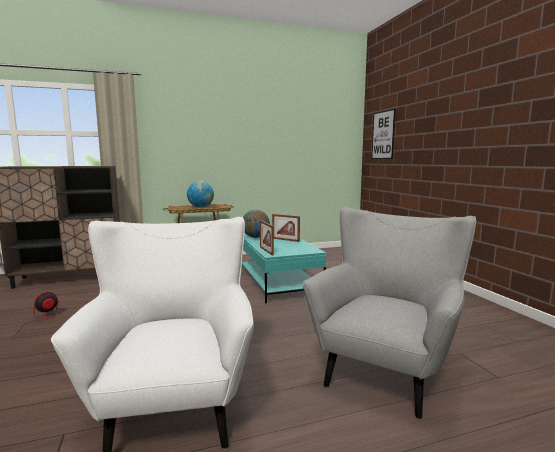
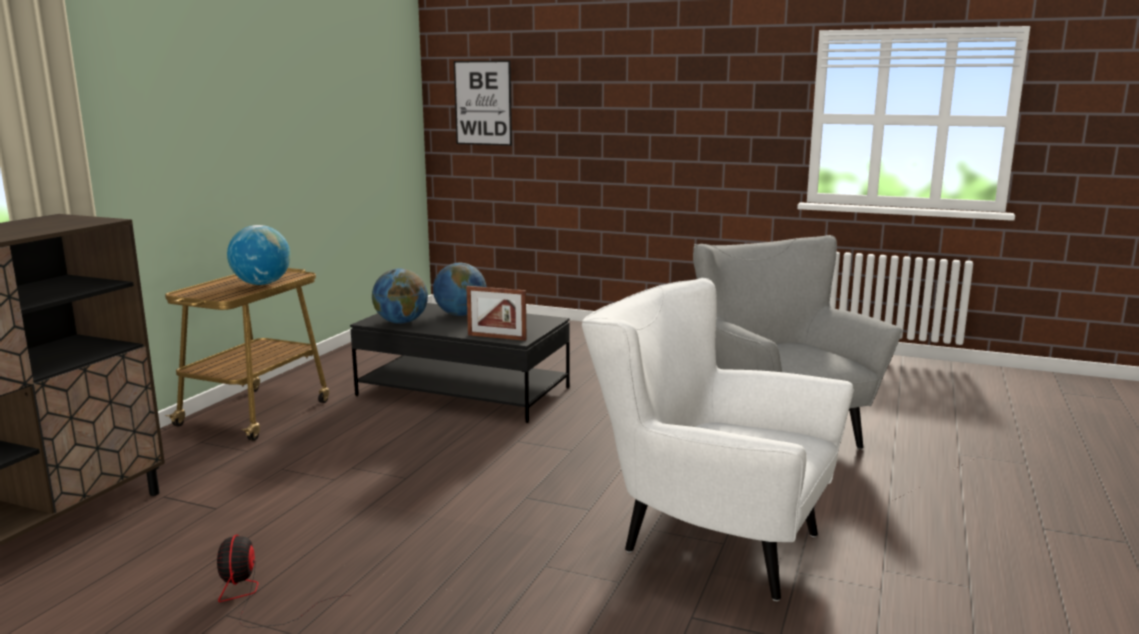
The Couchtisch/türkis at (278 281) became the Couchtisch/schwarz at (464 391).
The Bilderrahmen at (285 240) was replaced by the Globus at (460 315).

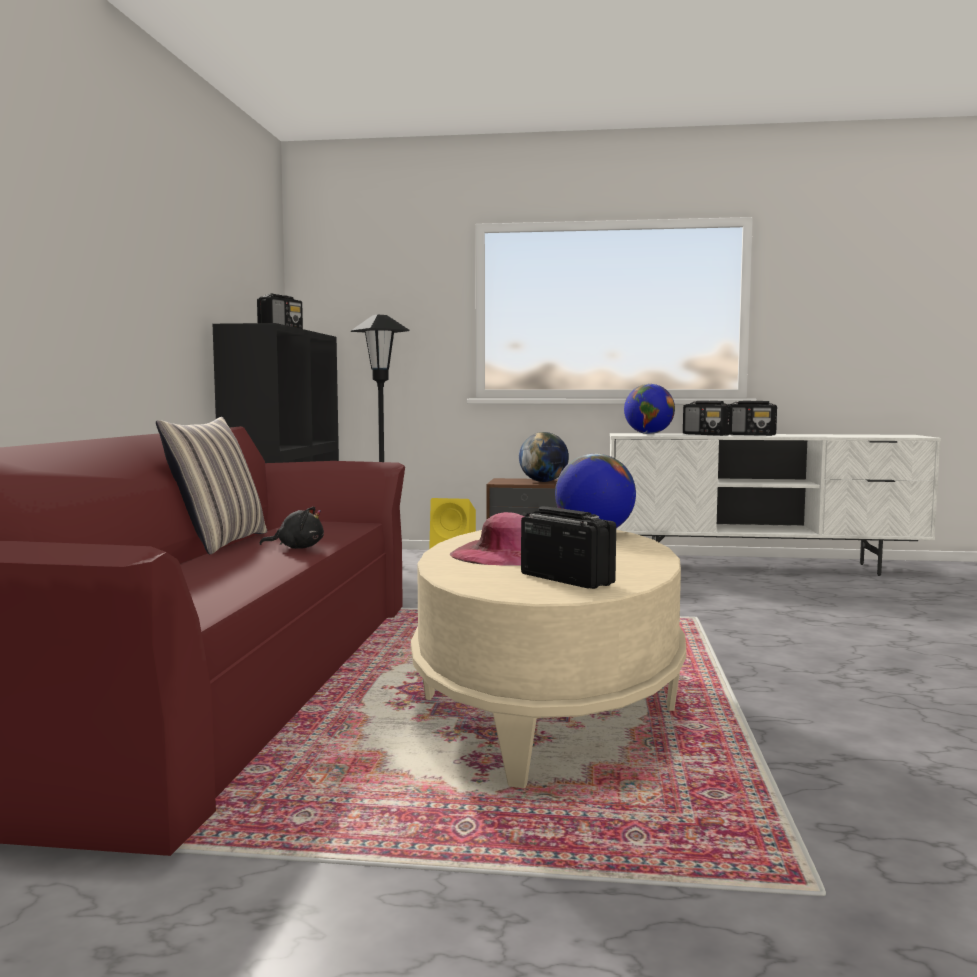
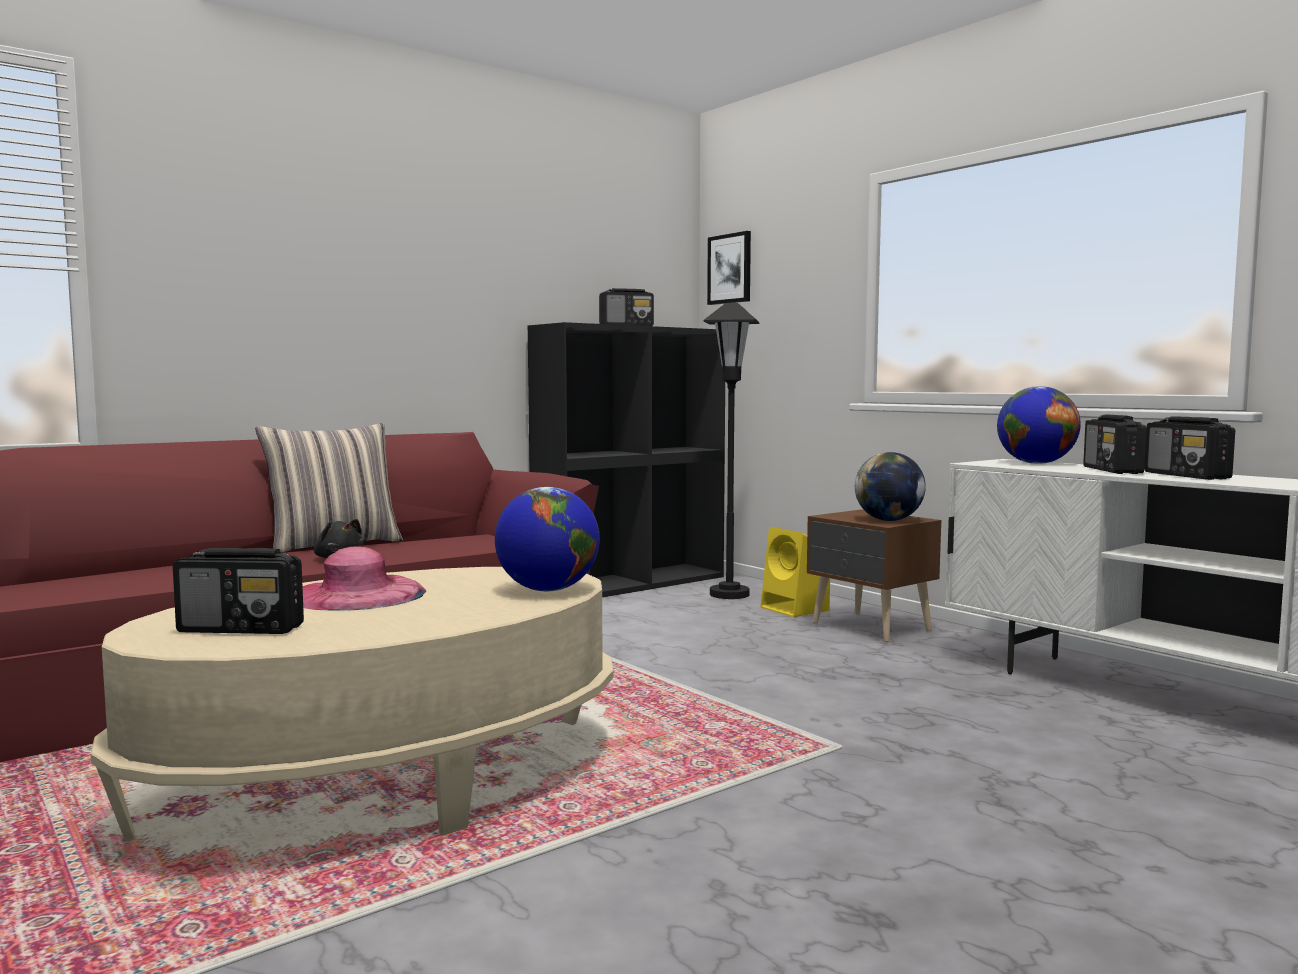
The Radio at (566 579) turned 90 degrees clockwise.
The Bild at (730 269) appeared.

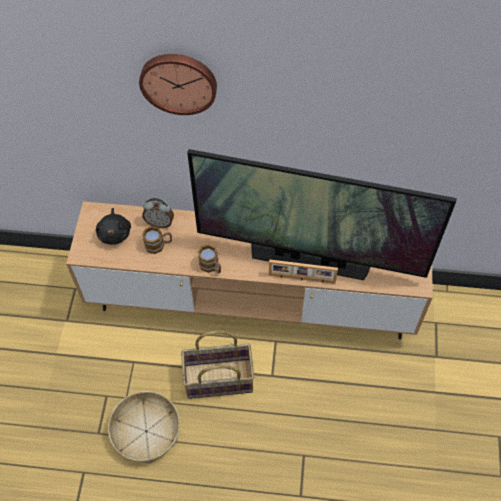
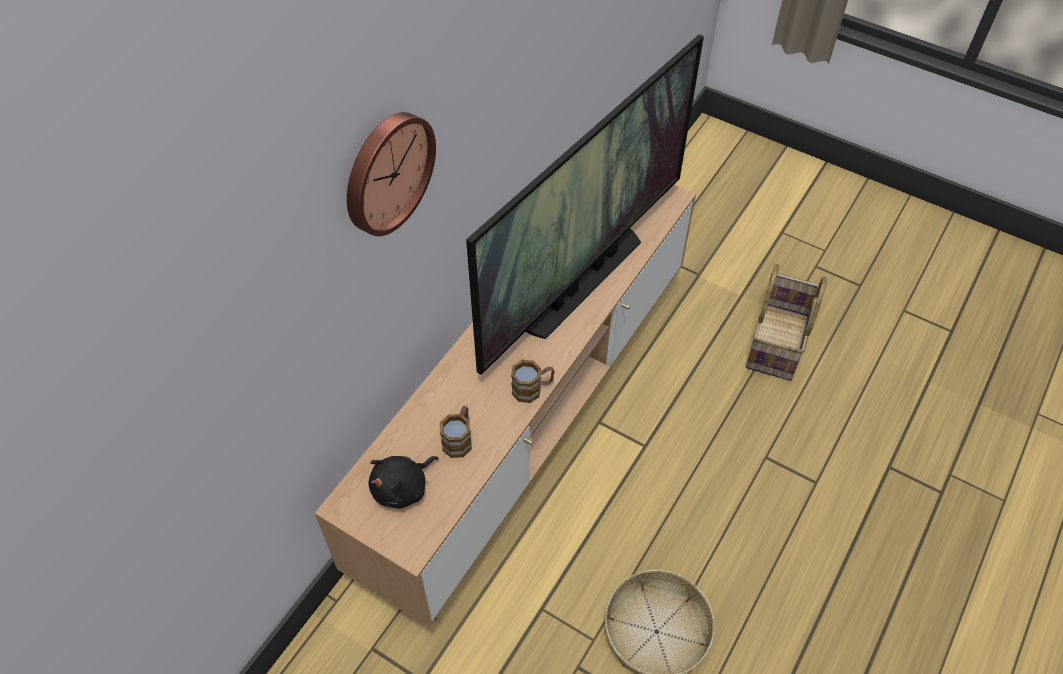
The Plüschtier/schwarz at (115 233) turned 120 degrees clockwise.
The Wecker at (160 223) disappeared.
The Korb moved from (218 380) to (778 343).
The Bilderrahmen at (301 279) disappeared.

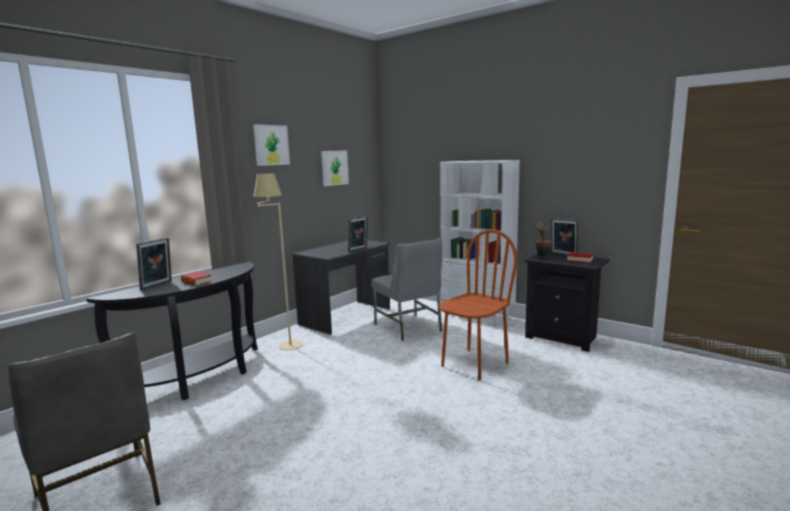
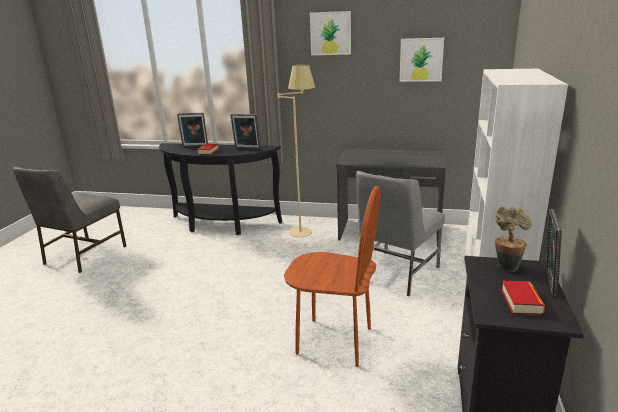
The Bilderrahmen moved from (358 249) to (247 148).

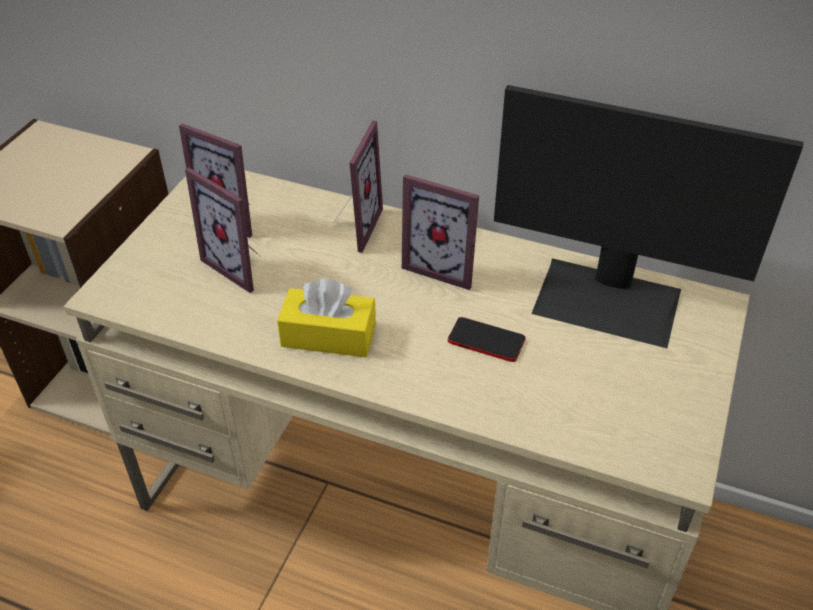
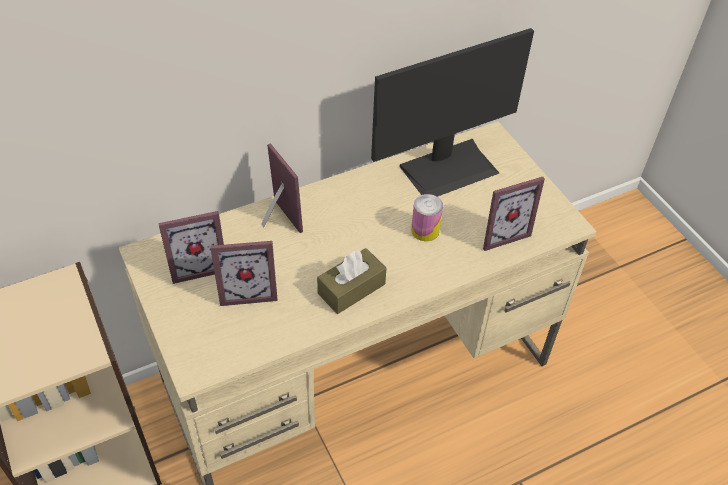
The Taschentuchbox/gelb at (328 335) became the Taschentuchbox/braun at (351 289).
The Bilderrahmen moved from (443 266) to (500 232).
The Handy at (486 340) was replaced by the Dose at (425 230).

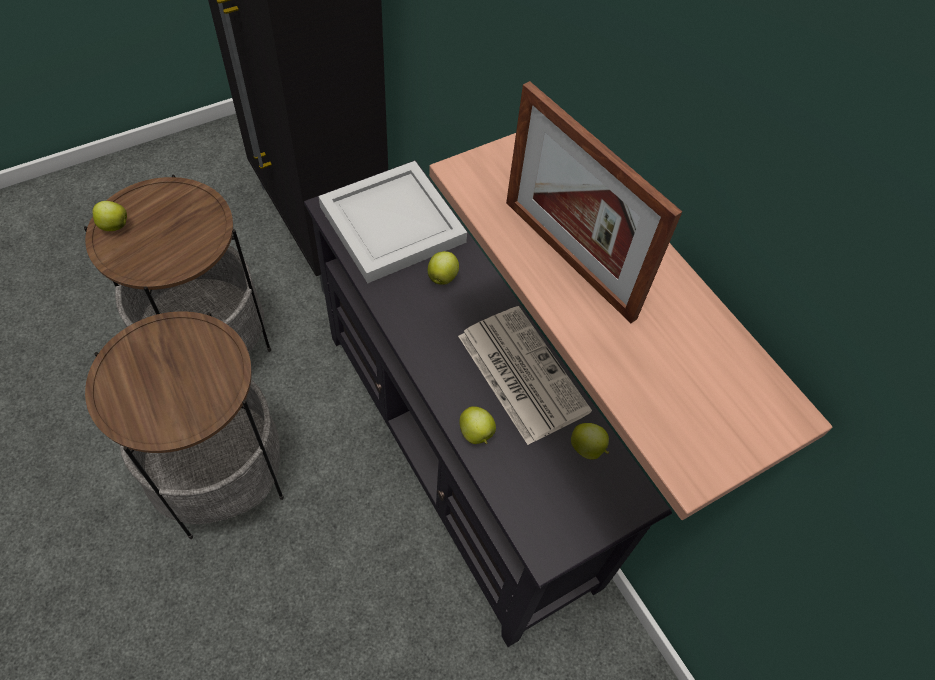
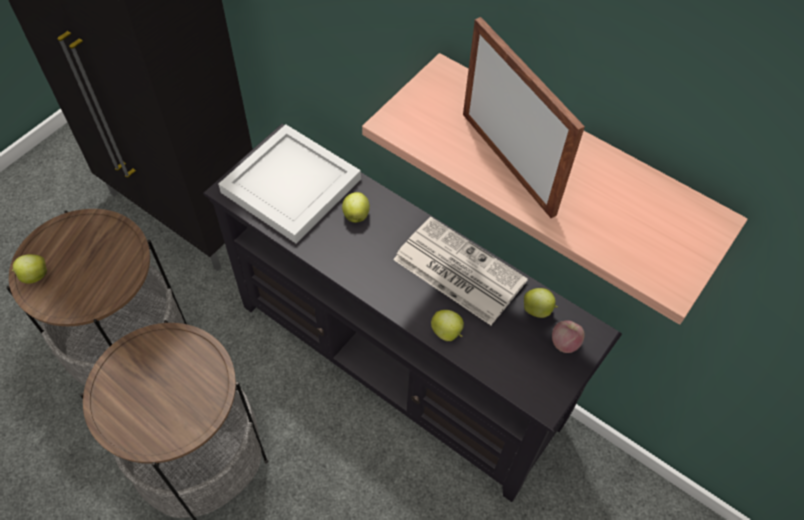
The Bilderrahmen at (568 258) turned 150 degrees counterclockwise.
The Apfel at (564 343) appeared.

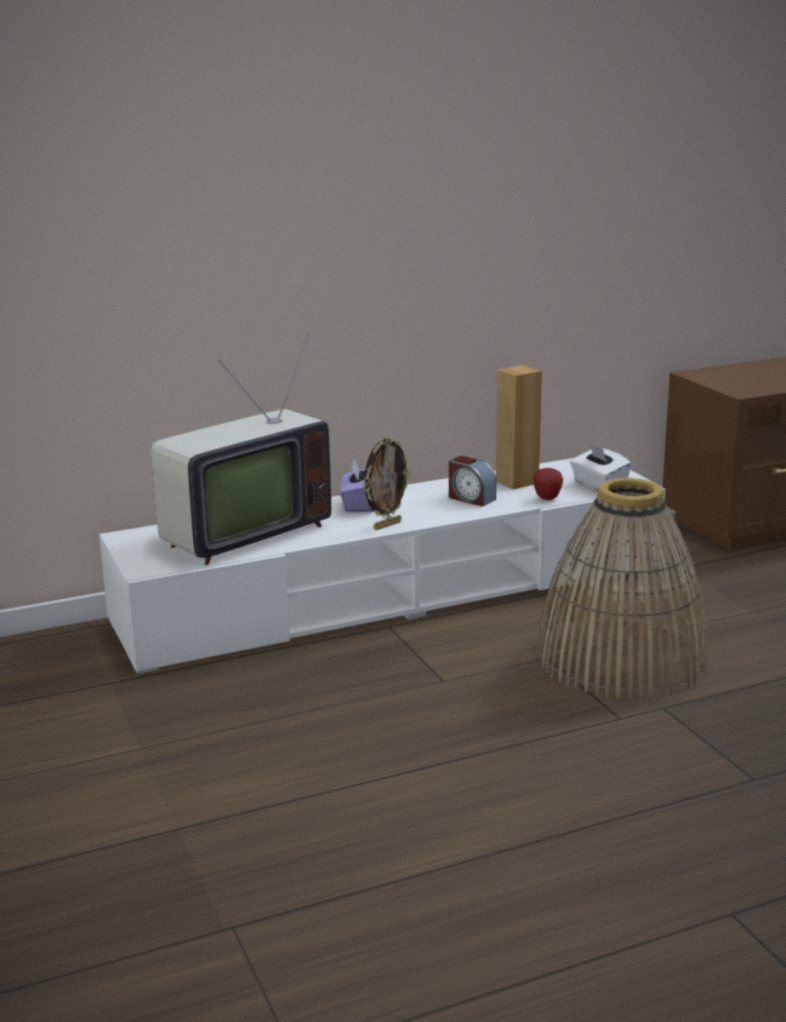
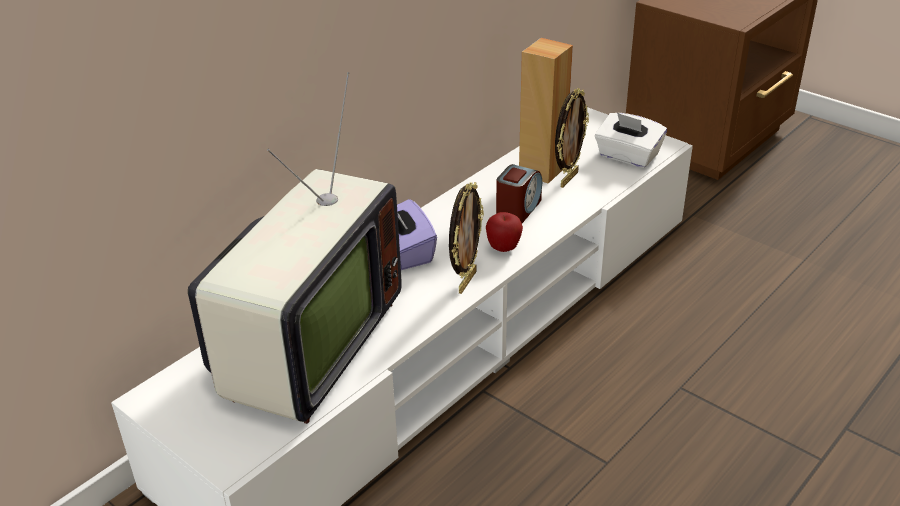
The Wecker at (471 498) turned 75 degrees counterclockwise.
The Apfel moved from (547 498) to (503 248).
The Korb at (621 657) disappeared.
The Bilderrahmen at (568 179) appeared.

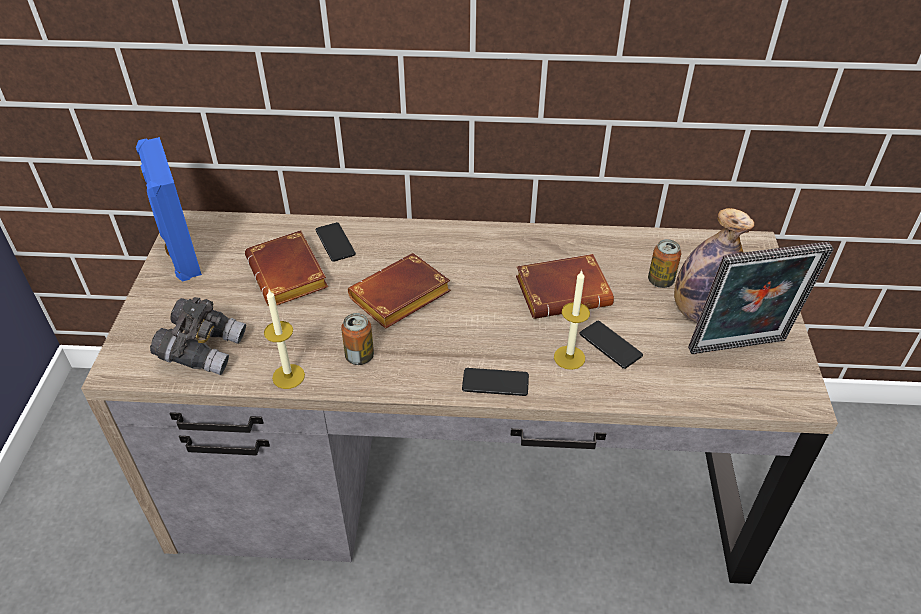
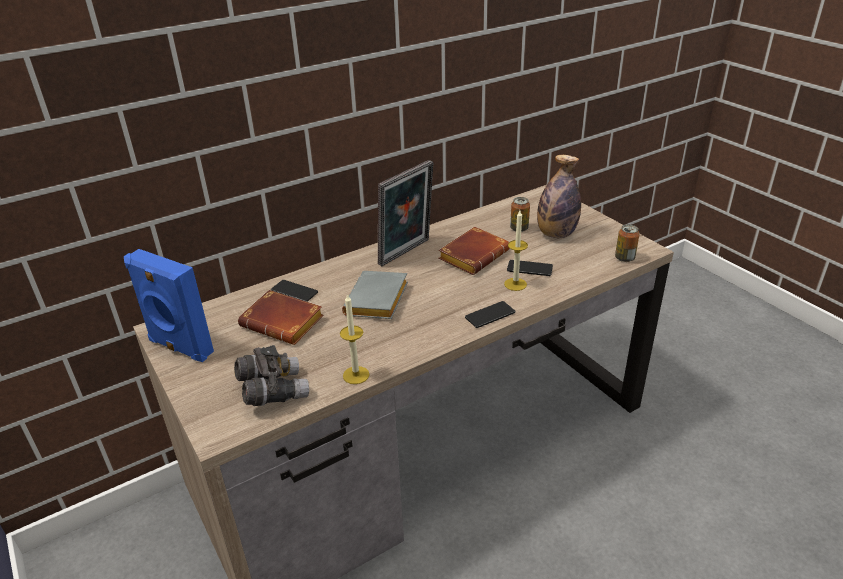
The Dose moved from (359 356) to (624 258).
The Buch/braun at (399 299) became the Buch/grau at (378 302).
The Bilderrahmen moved from (739 349) to (407 253).

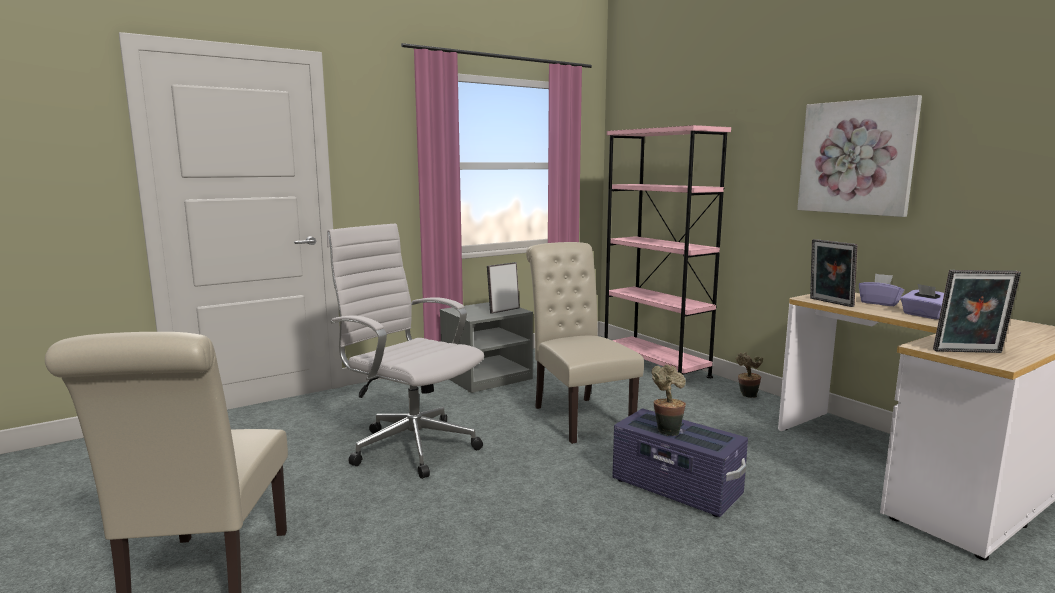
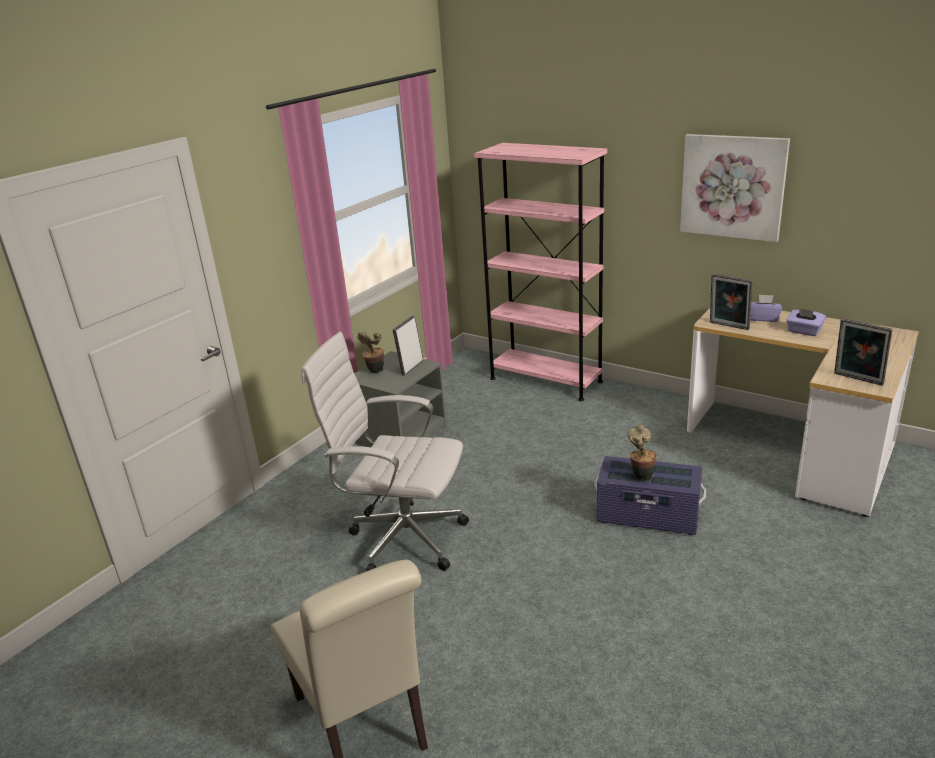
The Stuhl/beige at (578 416) disappeared.
The Topfpflanze moved from (747 396) to (374 371).
The Bilderrahmen at (969 352) turned 60 degrees clockwise.

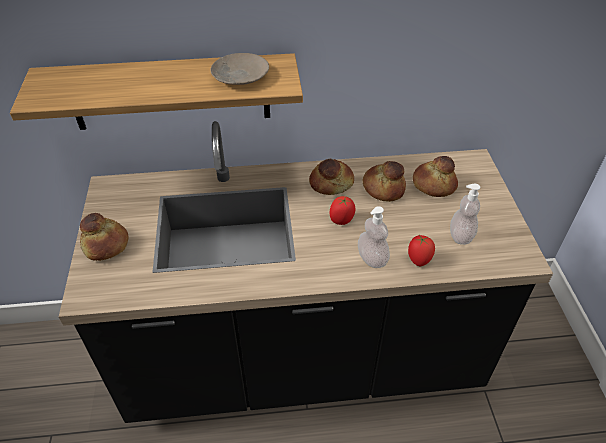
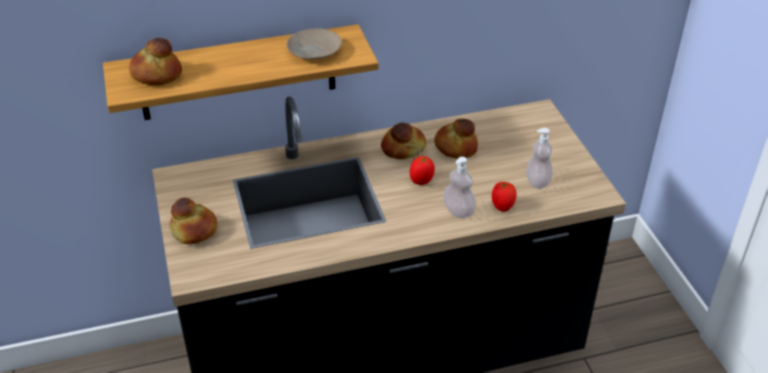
The Brot moved from (433 185) to (156 74).

